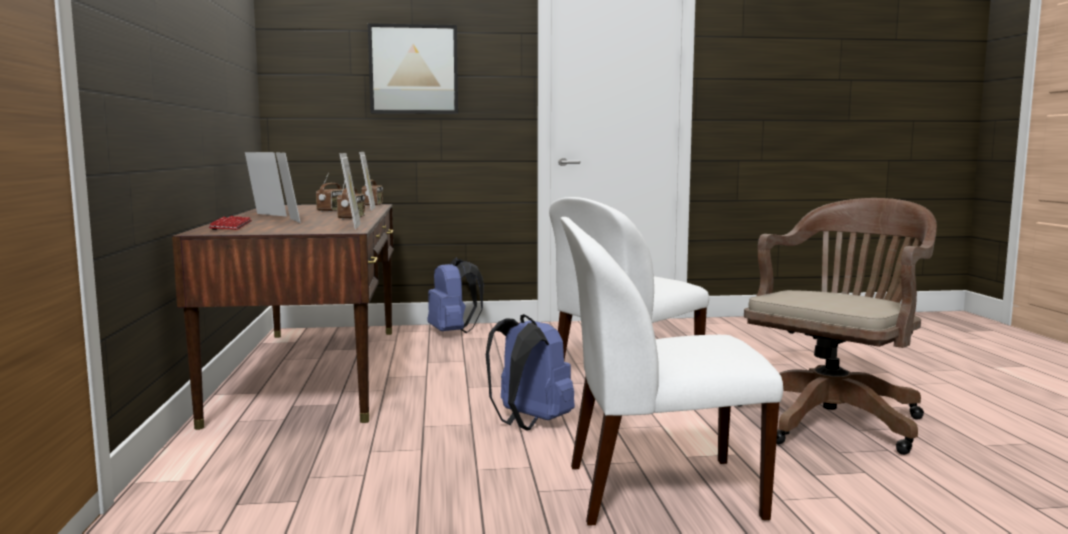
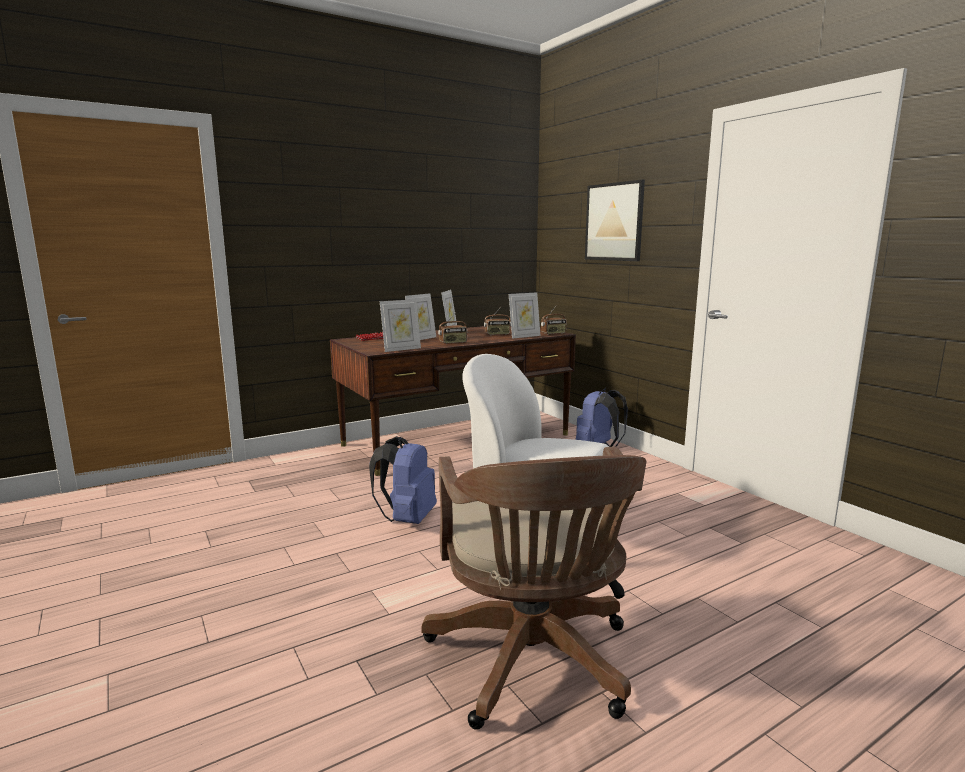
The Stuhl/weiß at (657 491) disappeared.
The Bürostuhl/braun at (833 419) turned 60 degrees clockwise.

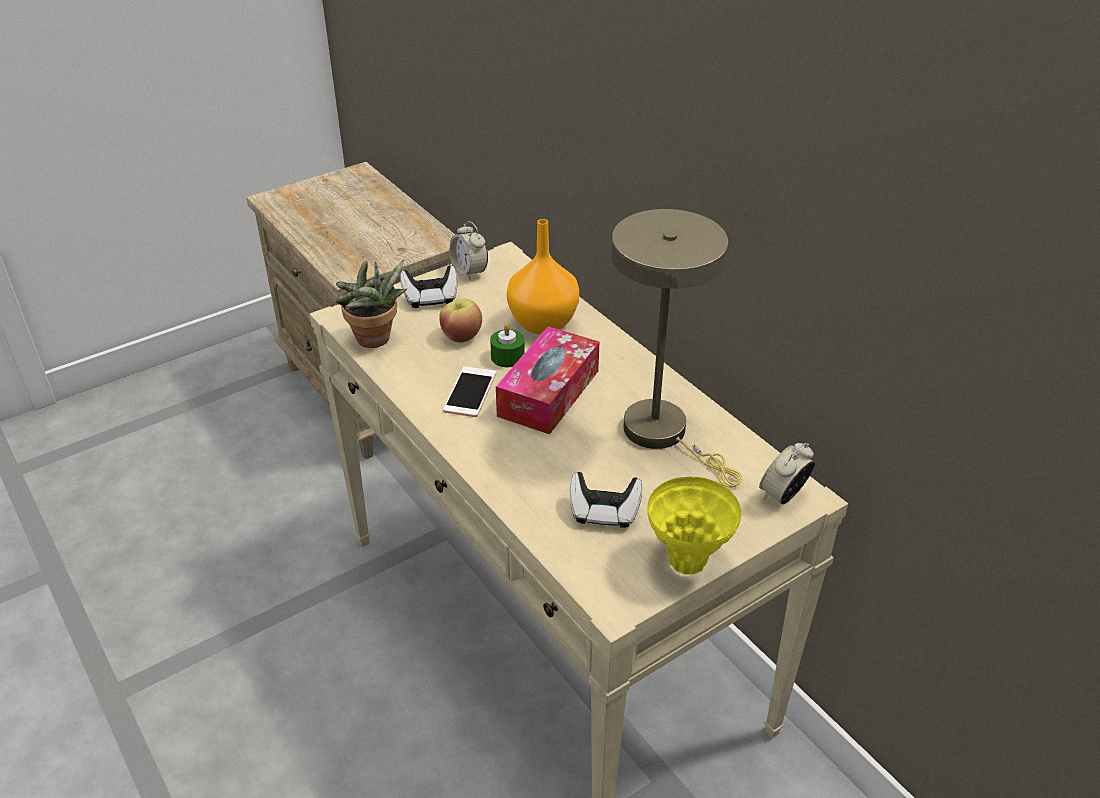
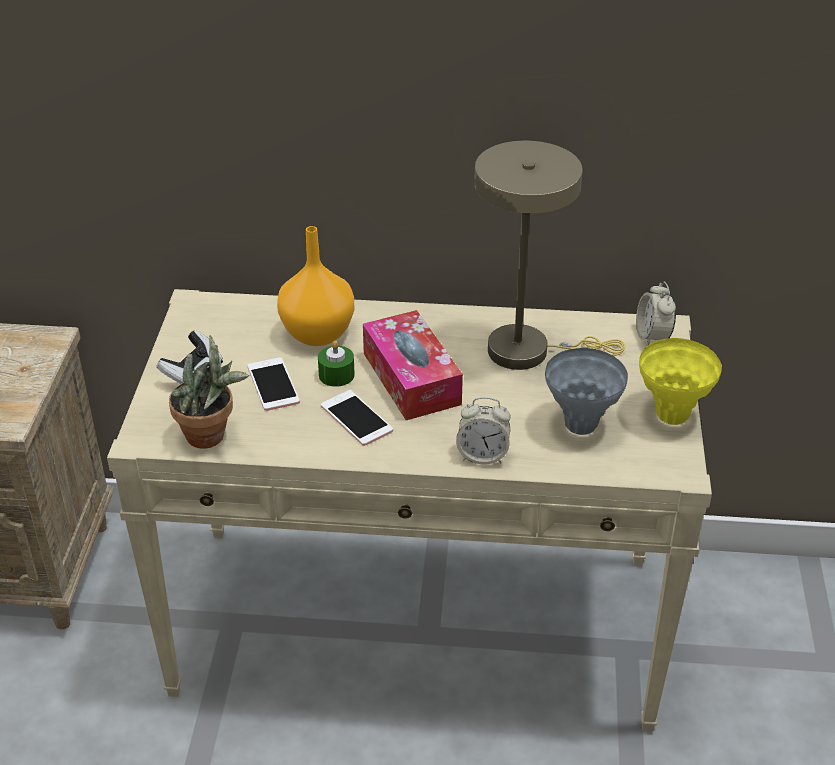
The Apfel at (461 336) was replaced by the Handy at (273 385).
The Wecker moved from (469 272) to (482 455).
The Gamepad at (604 513) was replaced by the Vase/grau at (580 425).

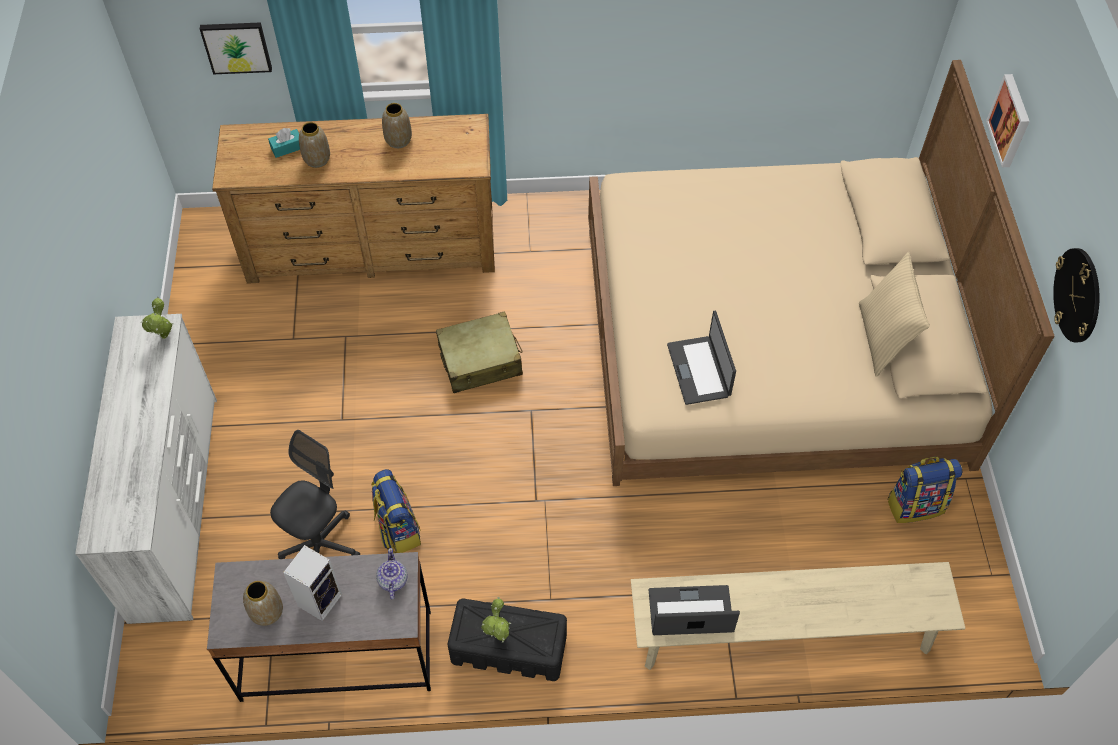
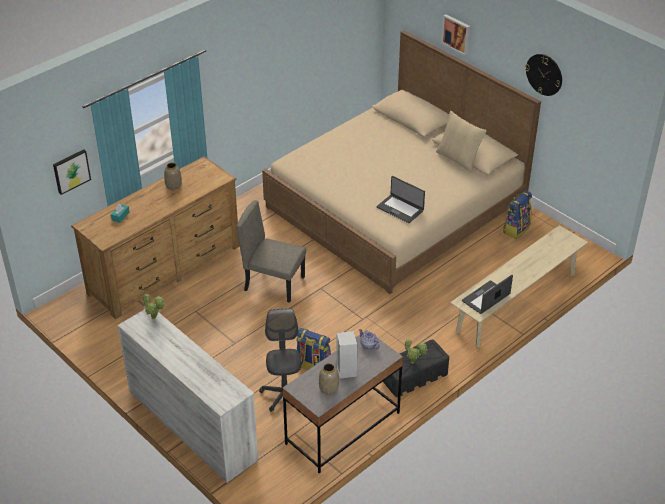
The Vase at (316 159) disappeared.
The Koffer/beige at (480 361) was replaced by the Stuhl/beige at (274 283).

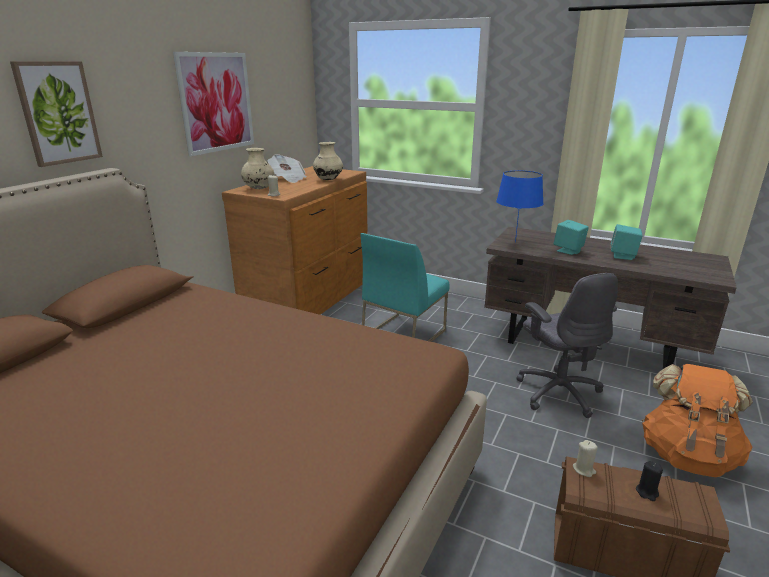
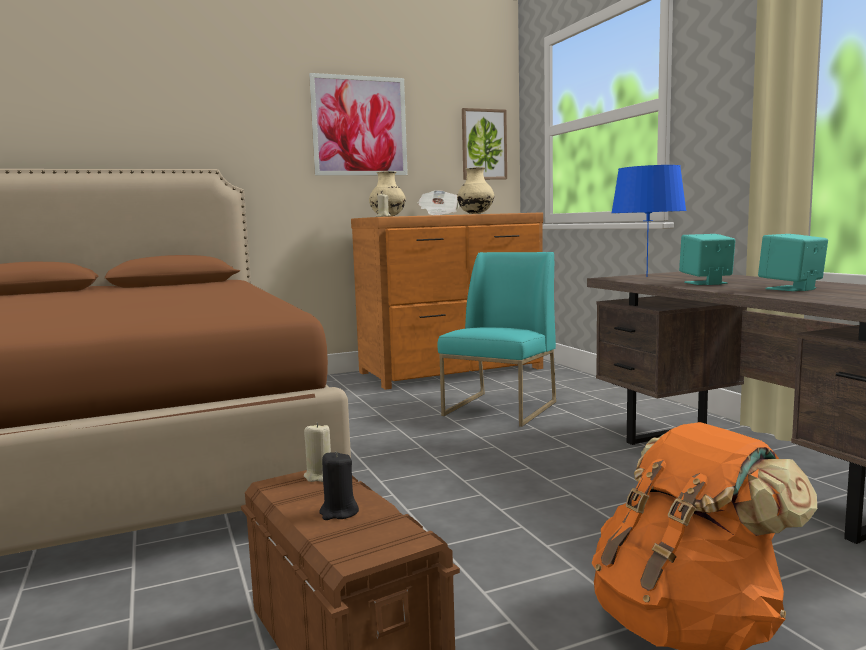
The Bild moved from (58 113) to (483 144).
The Stuhl/türkis at (403 334) turned 135 degrees clockwise.
The Bürostuhl/grau at (558 392) disappeared.

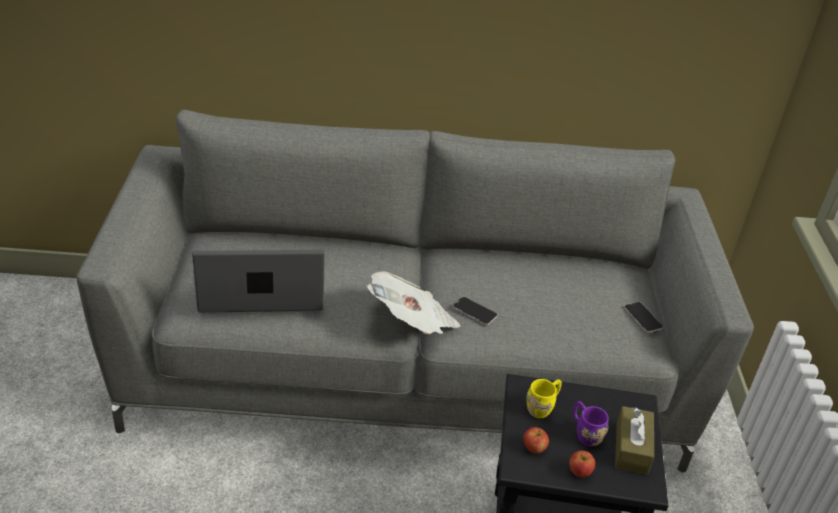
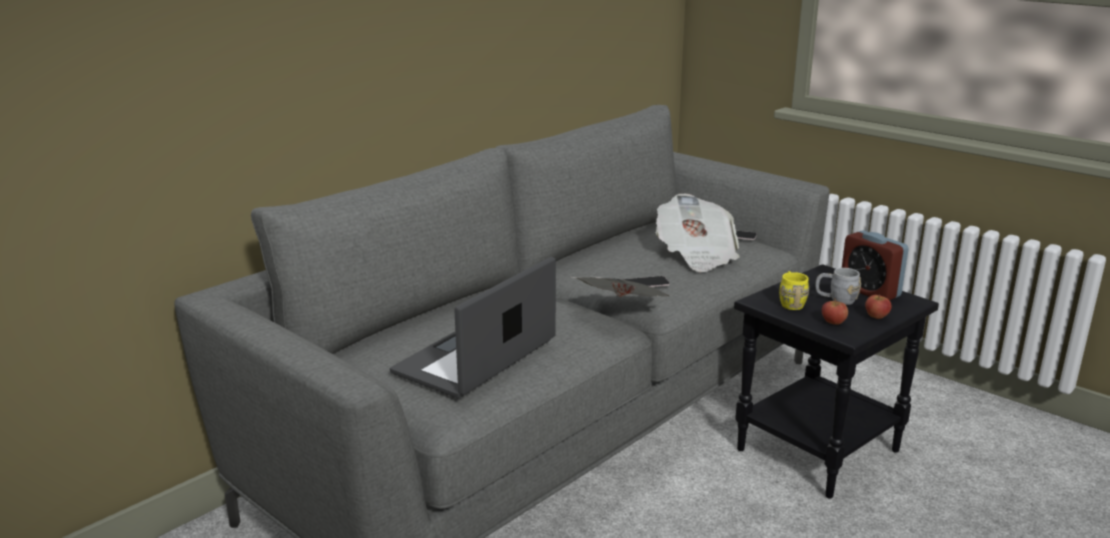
The Henkelbecher/lila at (584 433) became the Henkelbecher/grau at (836 300).
The Taschentuchbox/braun at (631 448) was replaced by the Wecker at (869 291).
The Zeitung at (696 255) appeared.

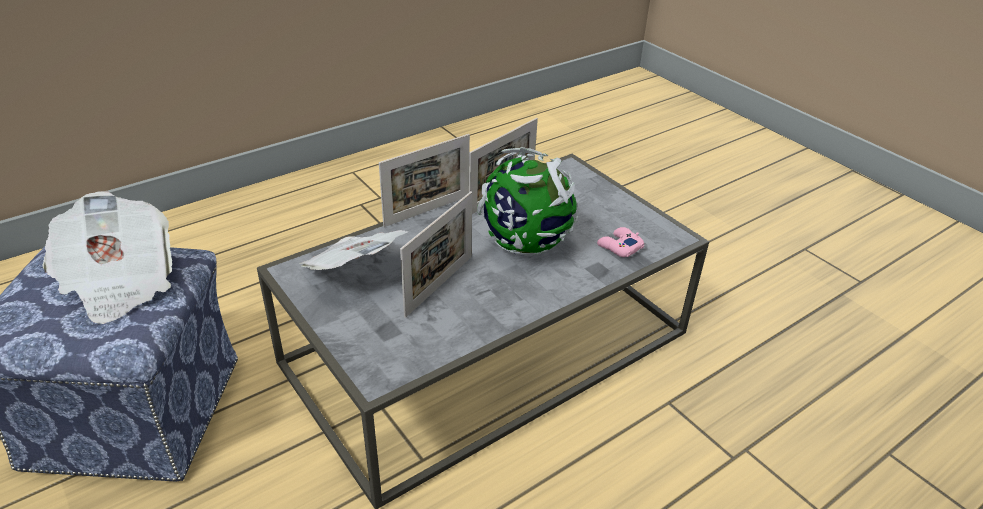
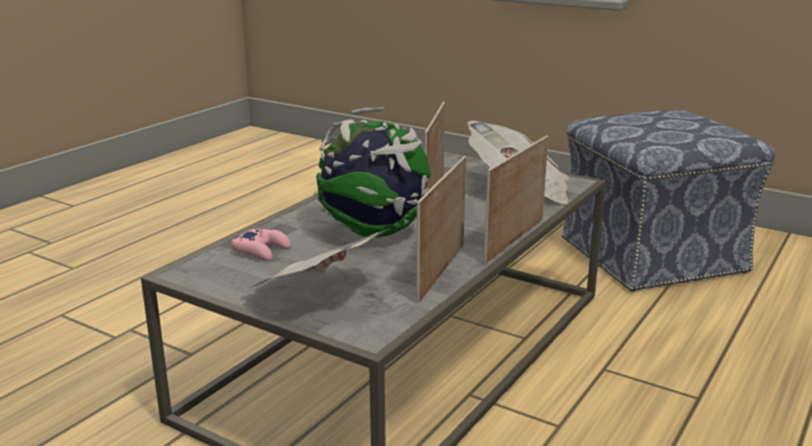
The Zeitung moved from (119 282) to (317 296).

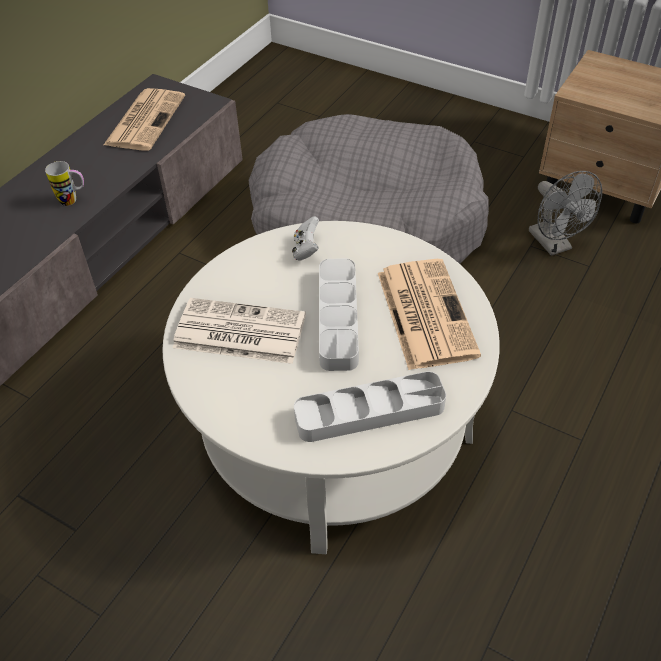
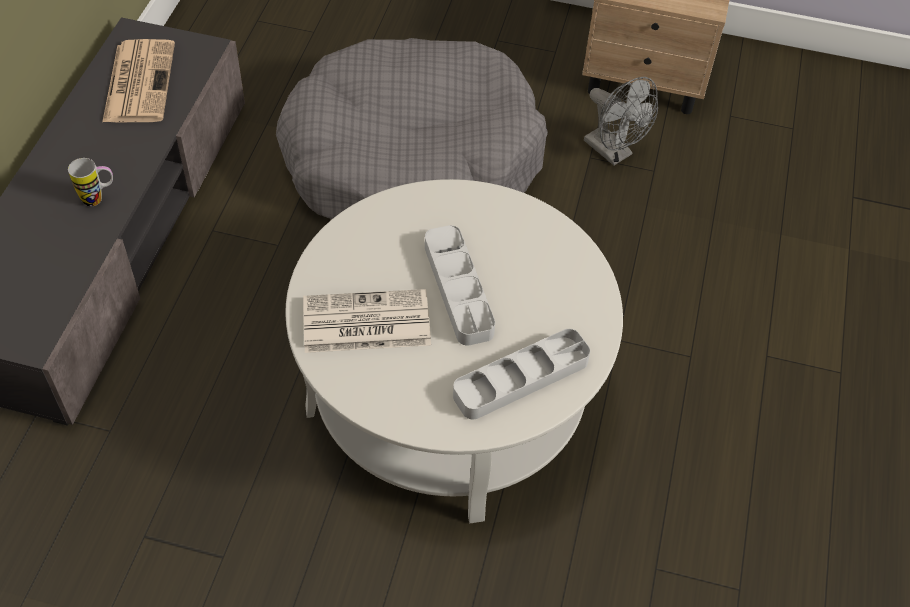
The Gamepad/weiß at (306 250) disappeared.
The Zeitung at (424 312) disappeared.

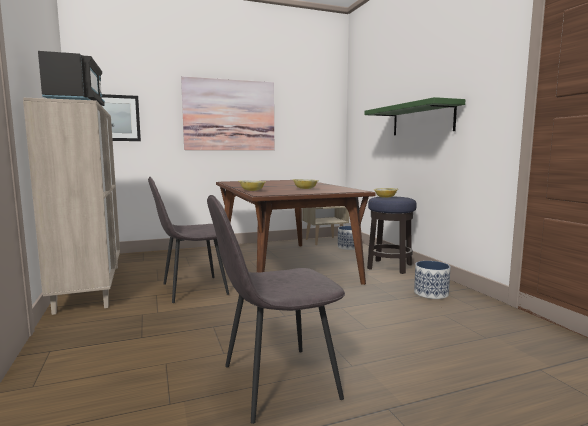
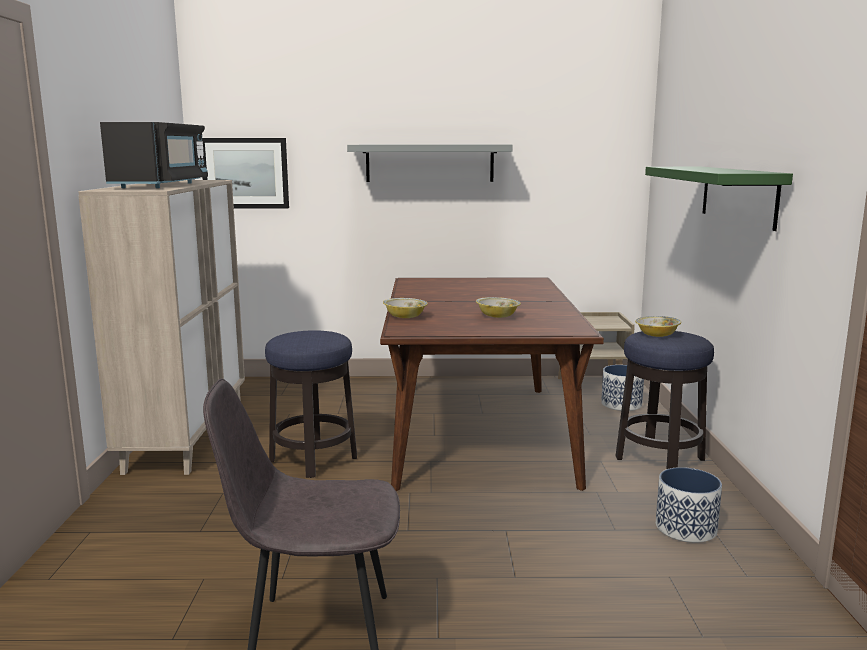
The Stuhl/grau at (192 289) was replaced by the Hocker at (313 459).
The Bild at (229 115) was replaced by the Wandregal/grau at (429 163).

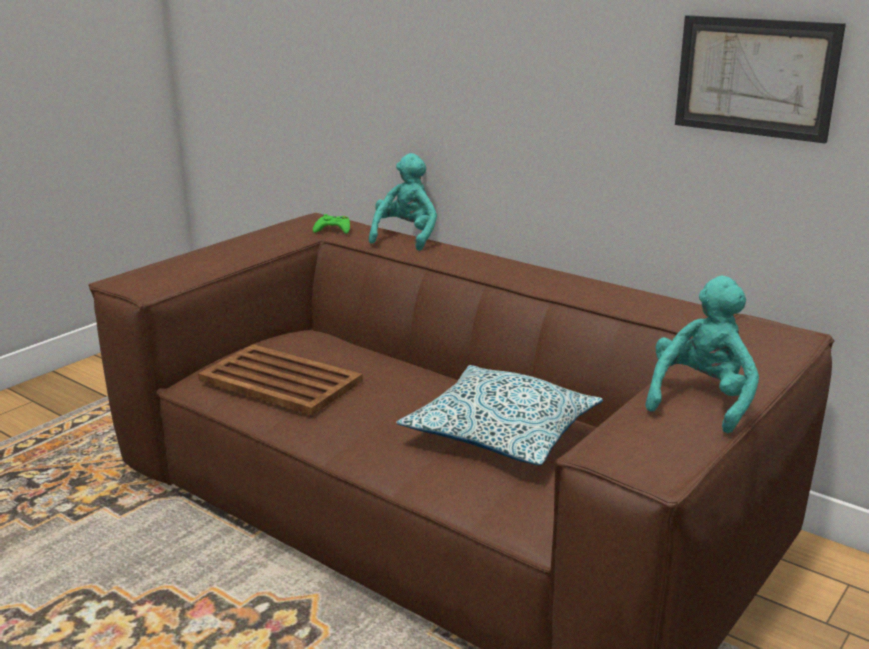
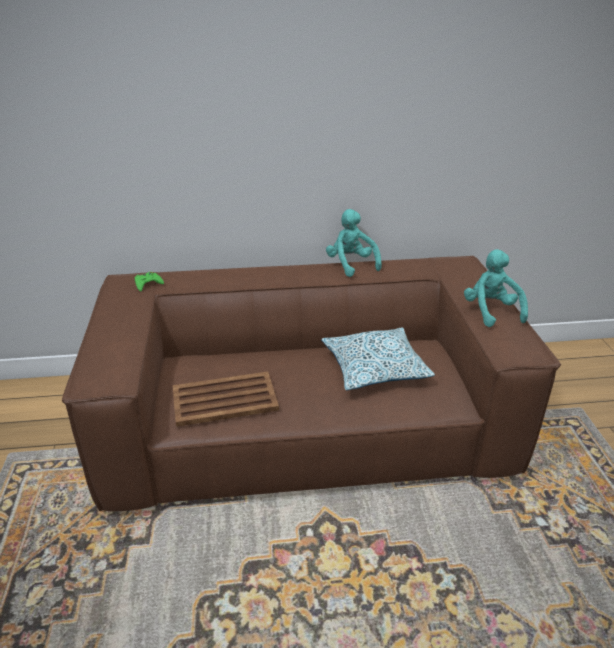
The Plüschtier/türkis moved from (406 237) to (351 264).
The Bild at (755 77) disappeared.

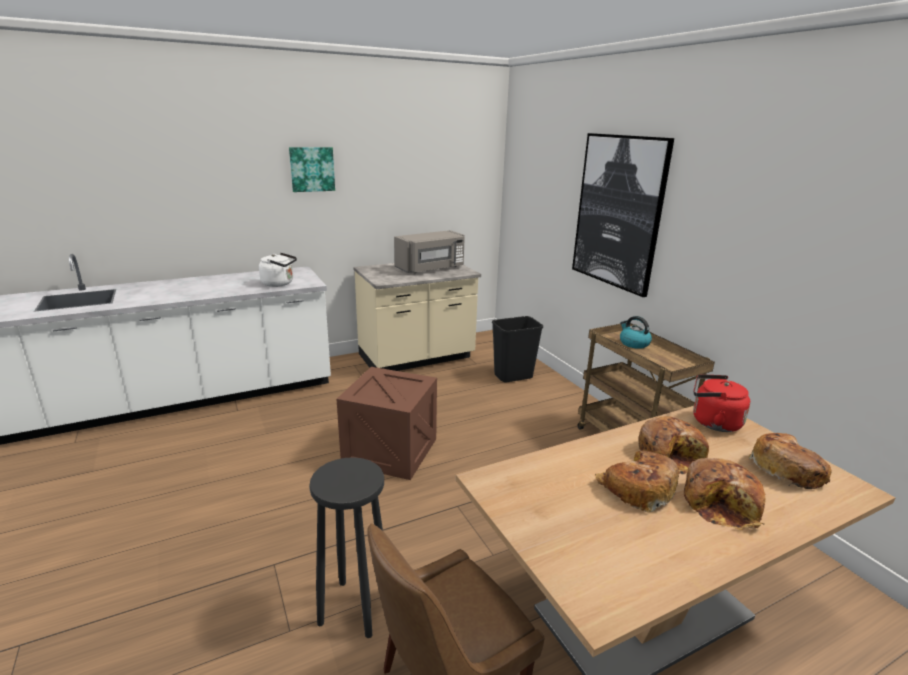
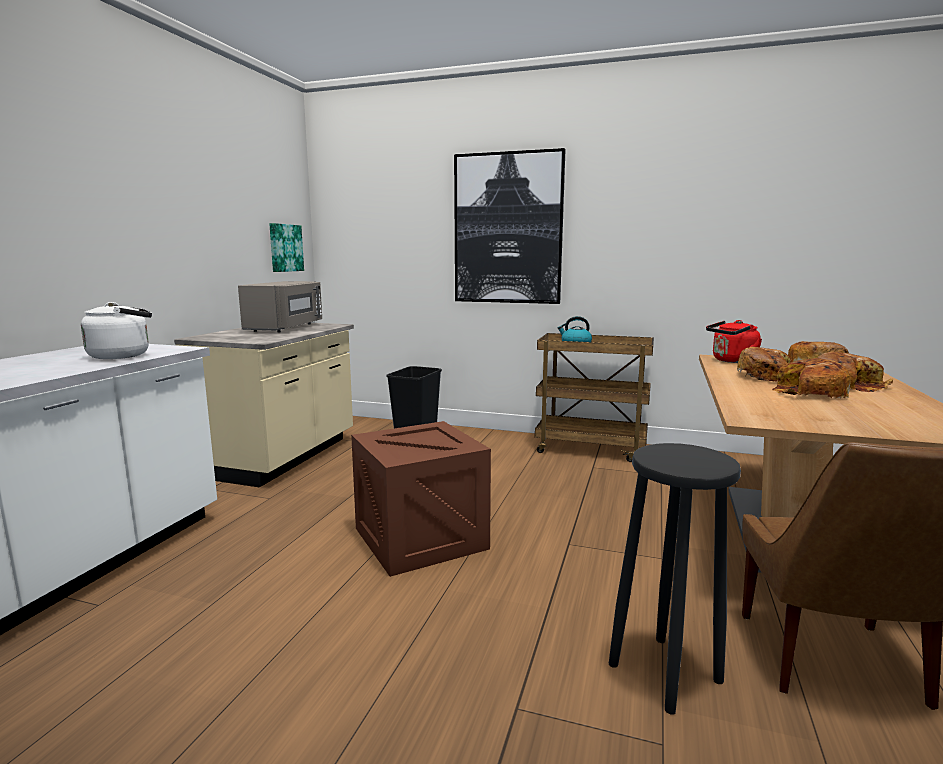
The Bild moved from (312 169) to (285 248).

